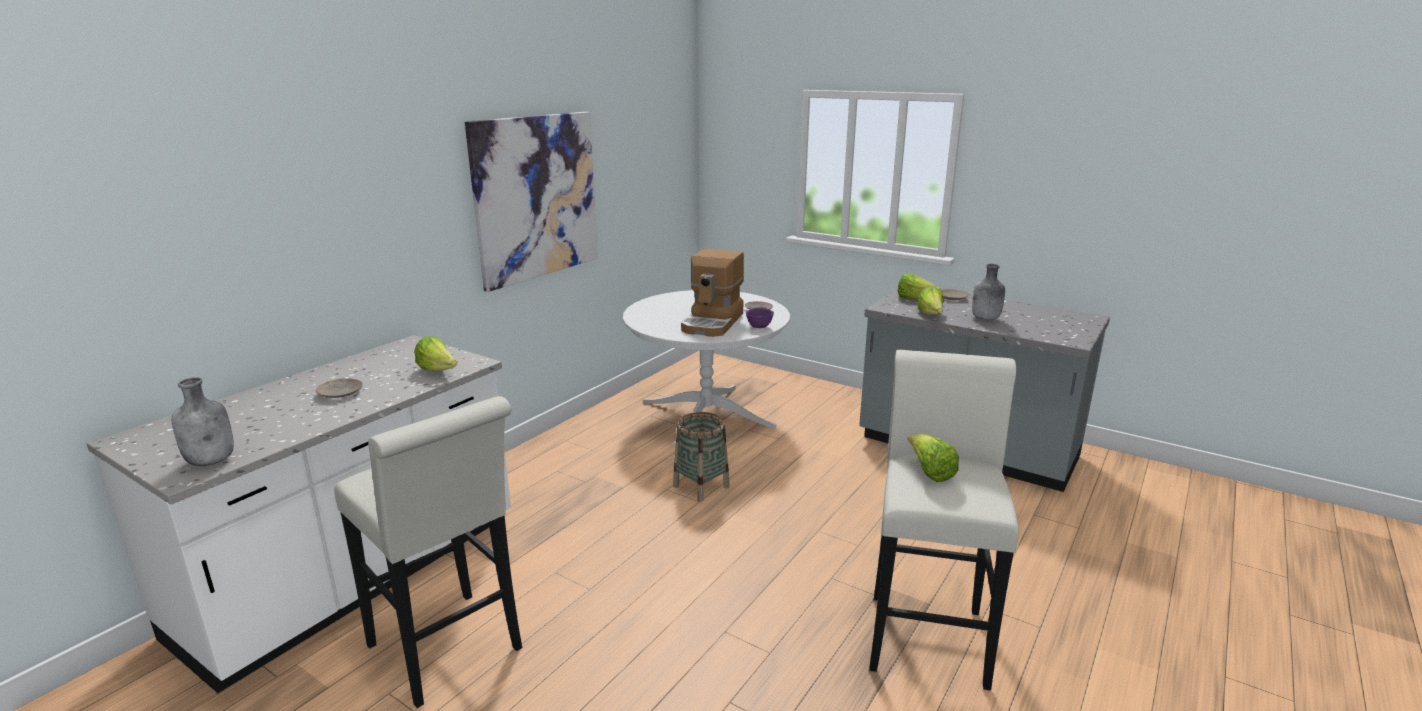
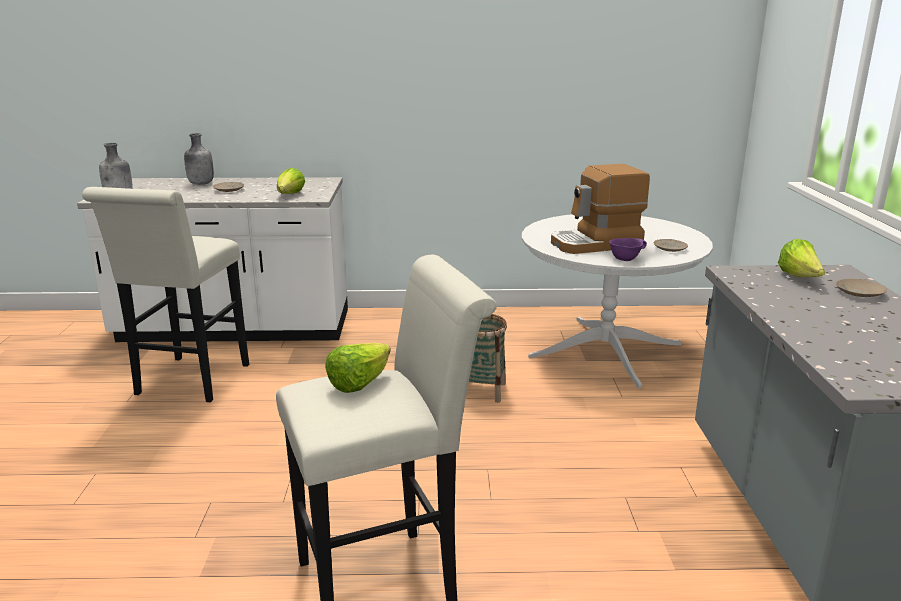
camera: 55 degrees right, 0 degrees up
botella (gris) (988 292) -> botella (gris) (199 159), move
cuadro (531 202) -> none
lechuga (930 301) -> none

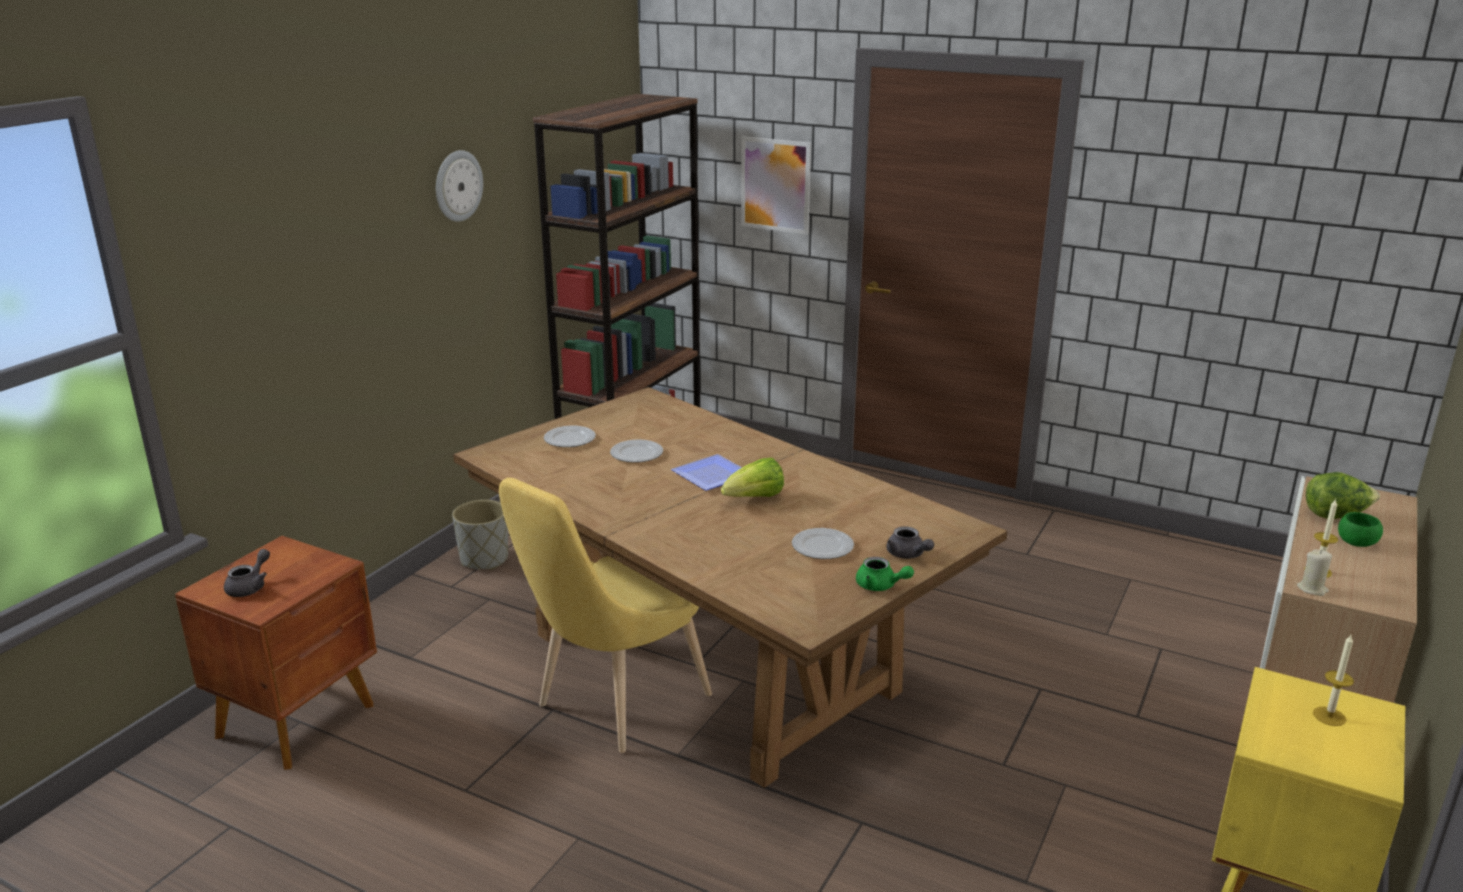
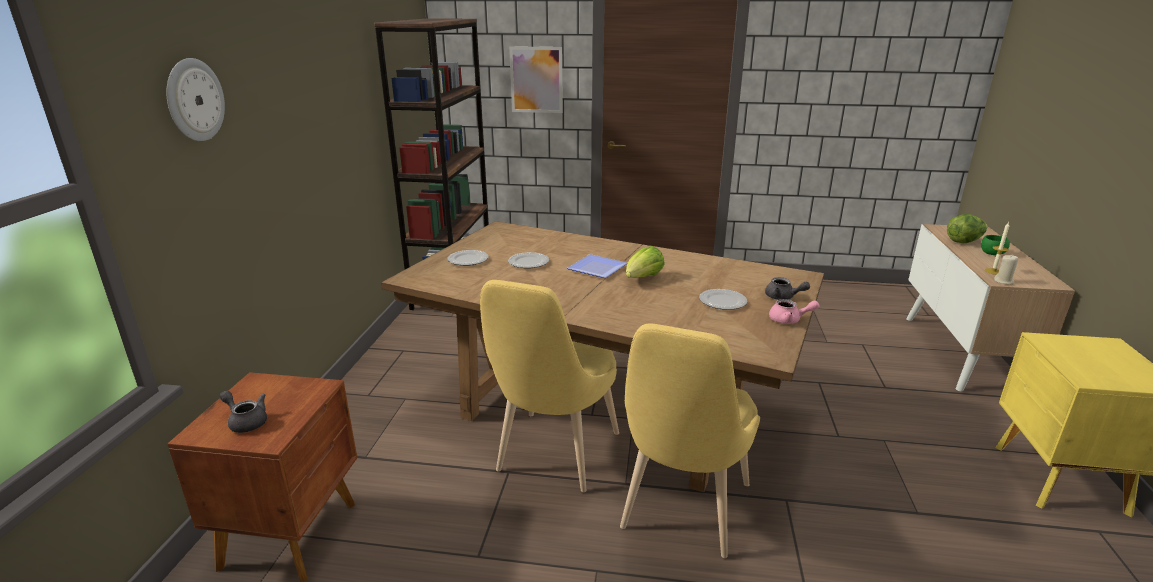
camera: 20 degrees left, 0 degrees up
reloj de pared (459 186) -> reloj de pared (195 99), move
tetera (gris) (247 573) -> tetera (gris) (243 412), 60 degrees counterclockwise
none -> silla (amarillo) (690 440)
tetera (verde) (885 574) -> tetera (rosa) (794 311)
maceta (gris) (480 535) -> none
vela (1333 680) -> none

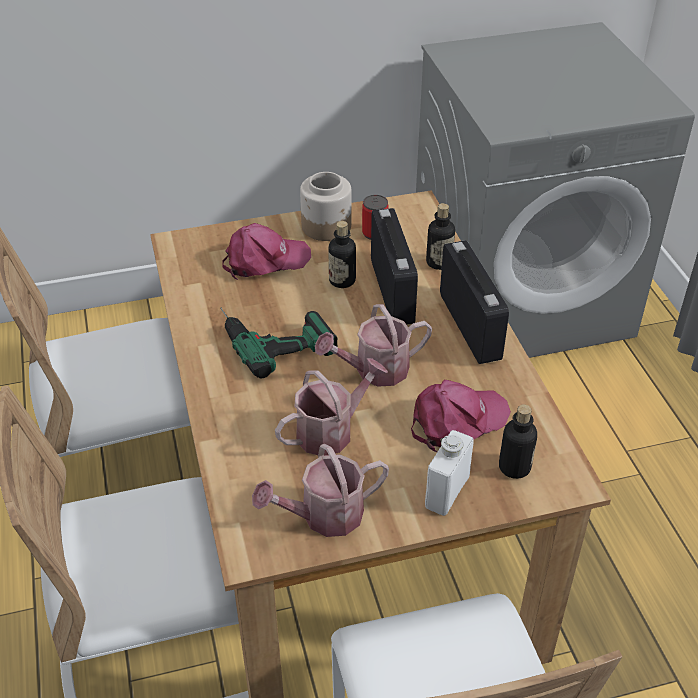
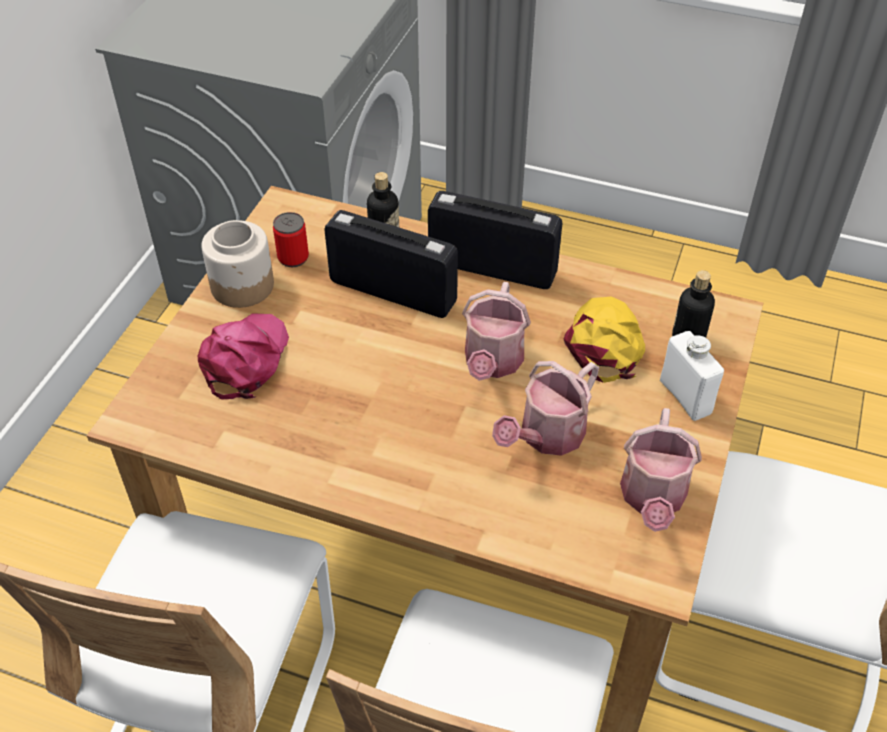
camera: 55 degrees left, 5 degrees up
regadera (331 406) -> regadera (545 408), 135 degrees counterclockwise
gorra (rosa) (461 416) -> gorra (amarillo) (604 340)
taladro (278 343) -> none
botella (342 254) -> none

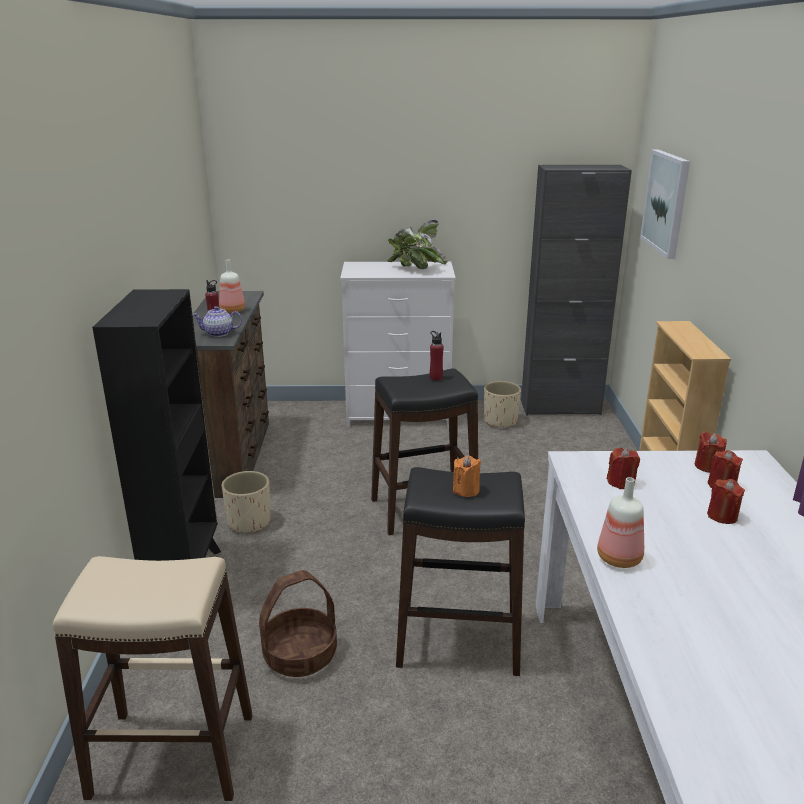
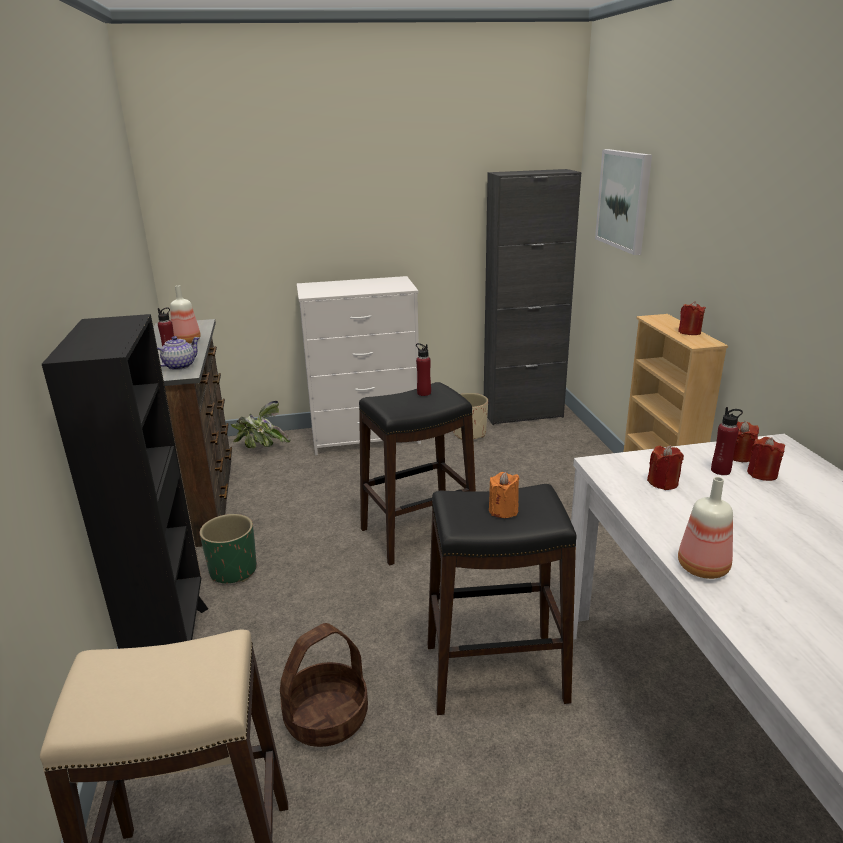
camera: 10 degrees left, 0 degrees up
tetera (217 321) -> tetera (178 353), 150 degrees clockwise
maceta (beis) (246 502) -> maceta (verde) (228 548)
planta en maceta (417 244) -> planta en maceta (261 424), move
vela (rojo) (726 501) -> vela (rojo) (692 318), move
none -> botella (rojo) (727 441)

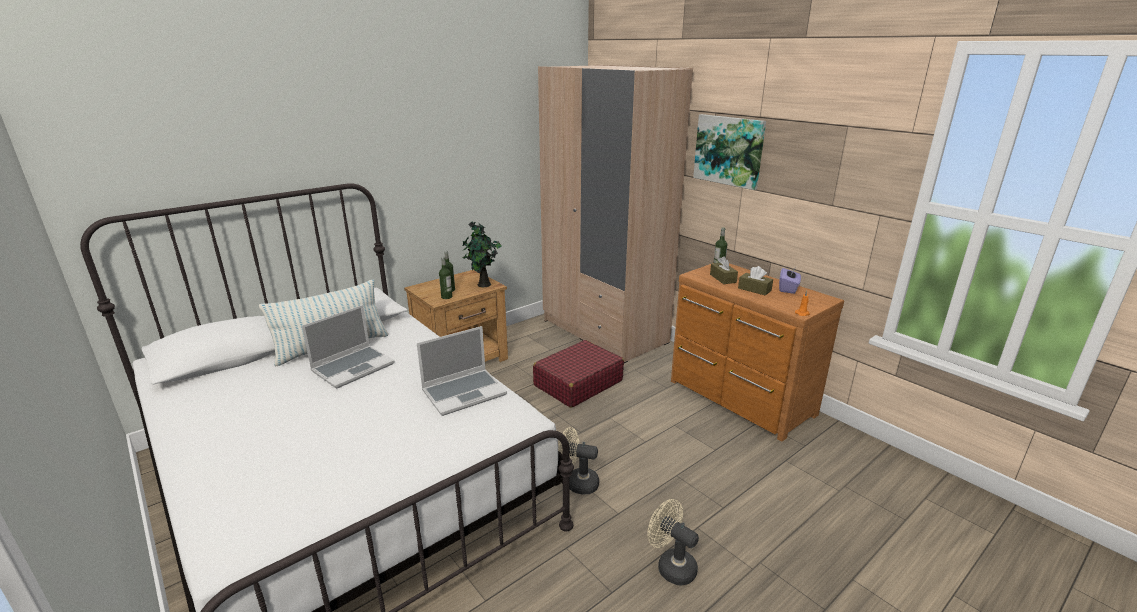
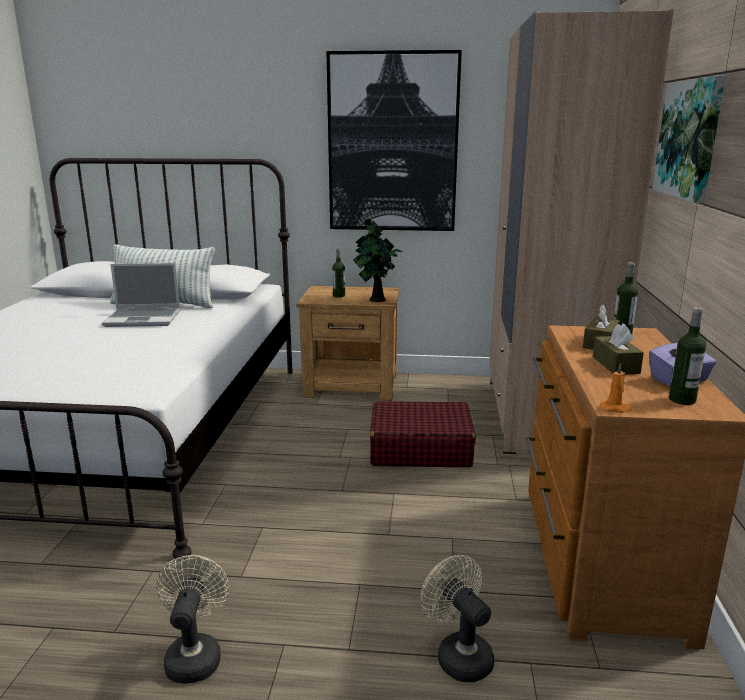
camera: 45 degrees right, 5 degrees down
none -> cuadro (394 140)
ventilador (beis) (578 461) -> ventilador (beis) (457 618), move
botella (445 278) -> botella (687 356), move
portátil (462 371) -> none

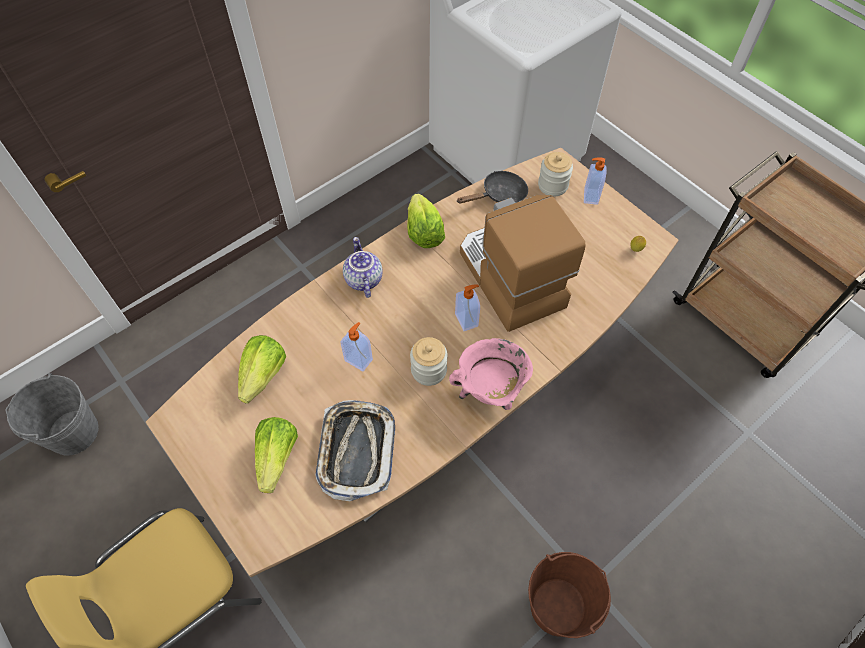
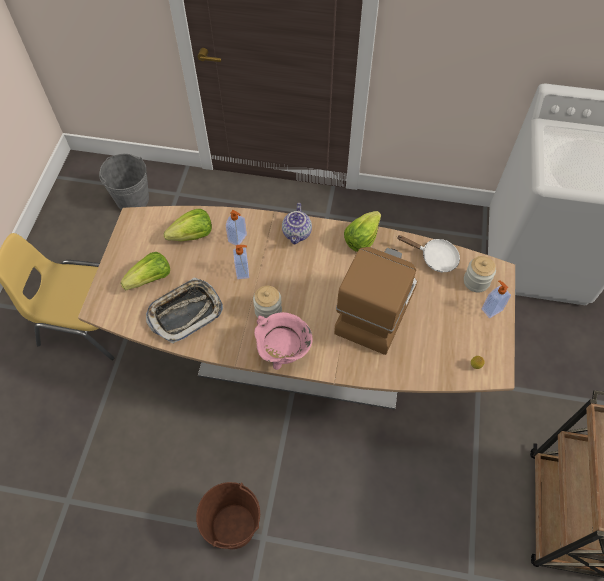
camera: 50 degrees right, 0 degrees up
dispensador de jabón (467 307) -> dispensador de jabón (236 227), move
tetera (363 267) -> tetera (297 223), 150 degrees clockwise
sartén (negro) (492 187) -> sartén (blanco) (428 253)

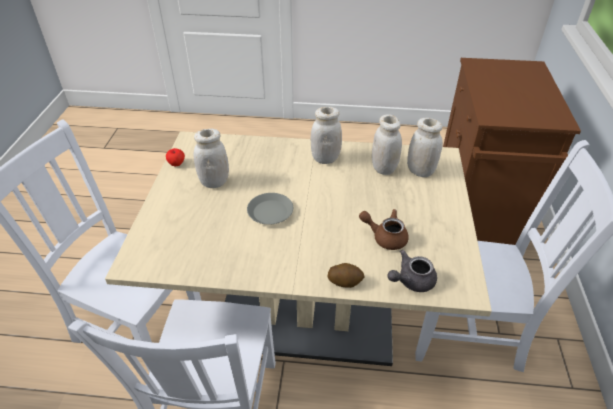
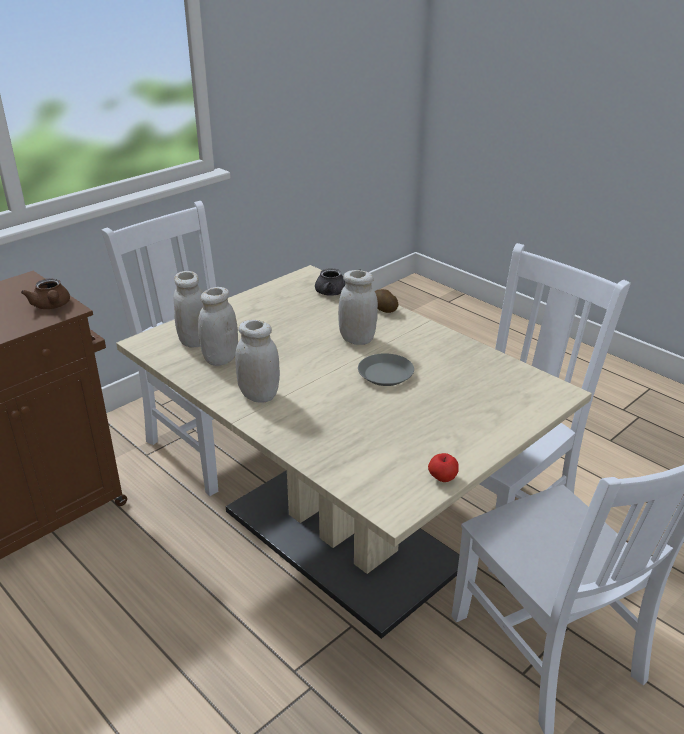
camera: 140 degrees left, 10 degrees down
tetera (marrón) (384 229) -> tetera (marrón) (45 294), move
tarro (blanco) (211 158) -> tarro (blanco) (358 307), move

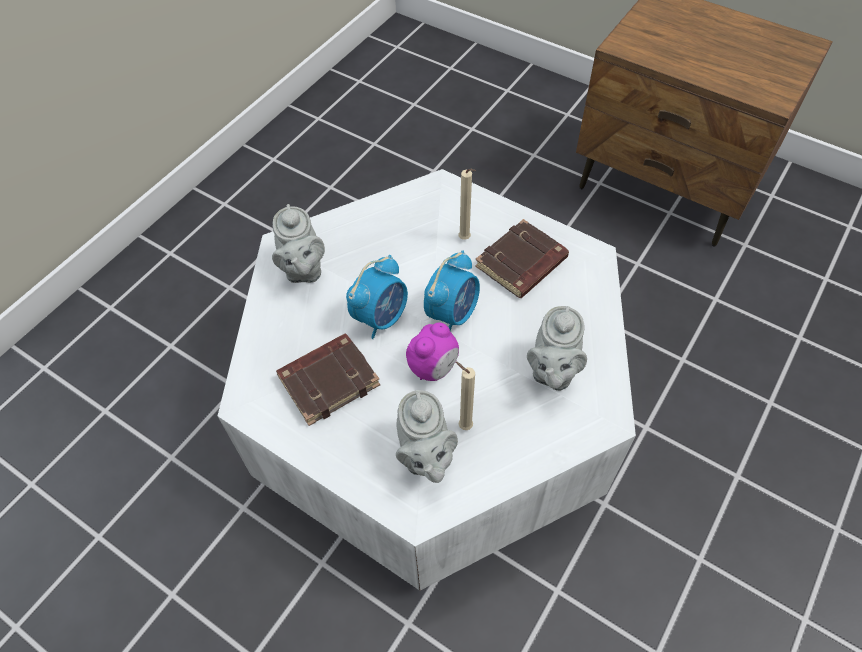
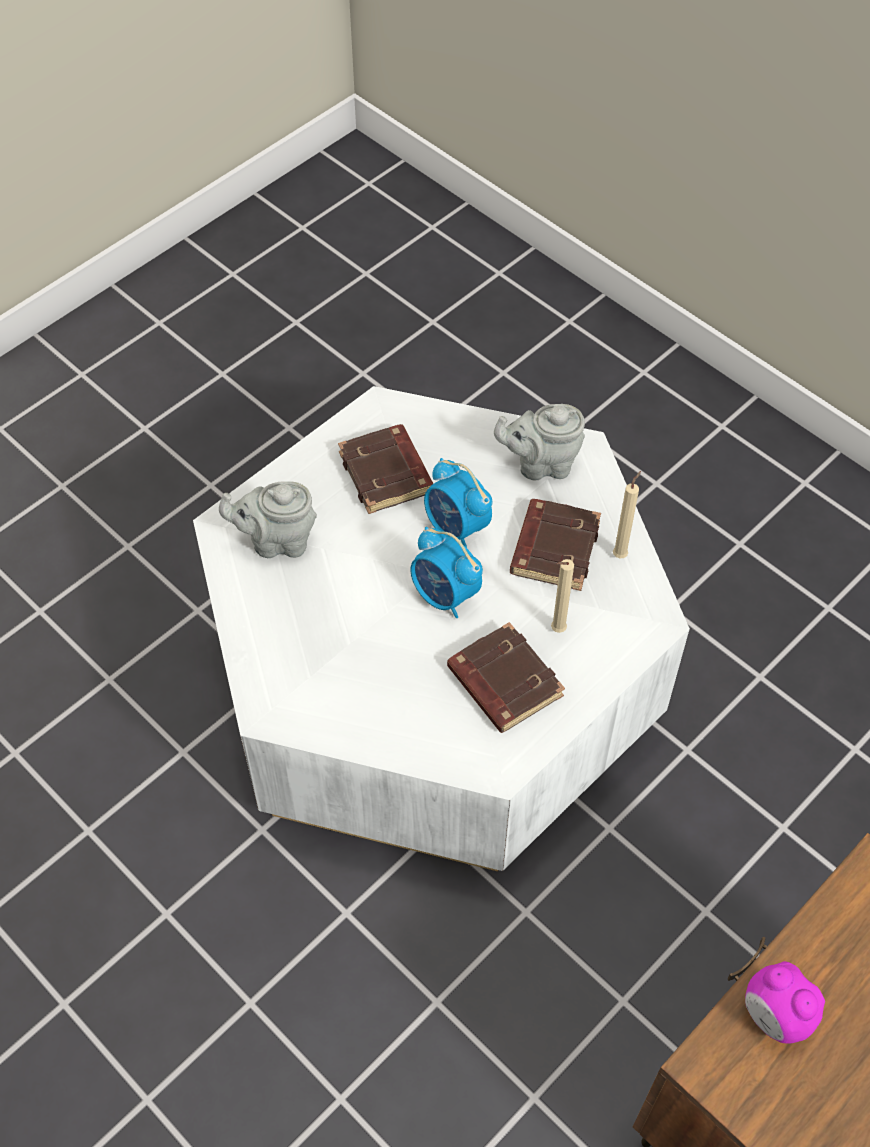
camera: 100 degrees right, 0 degrees up
none -> libro (marrón) (555 545)
vela (beis) (465 395) -> vela (beis) (627 514), move
despertador (432 351) -> despertador (785 1002), move
tetera (gris) (557 348) -> none

